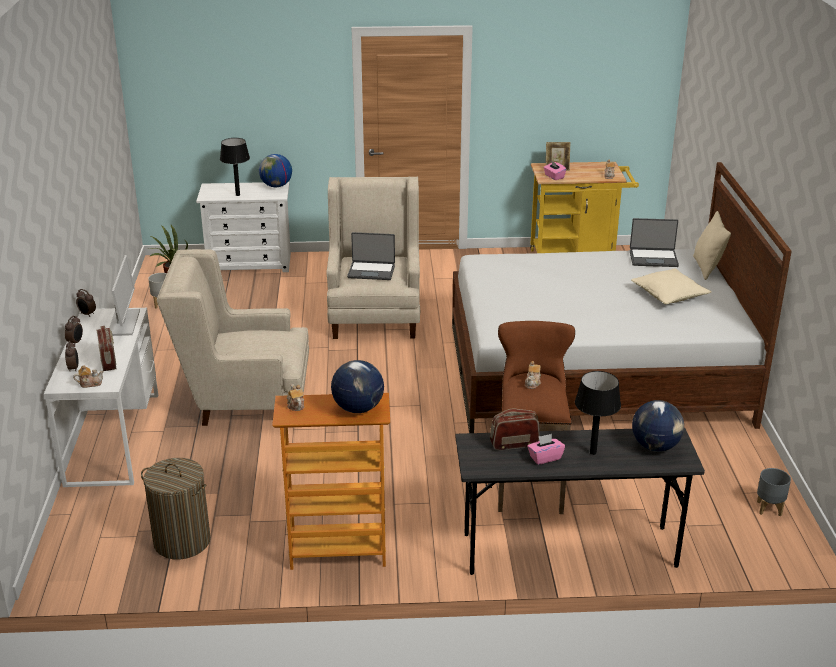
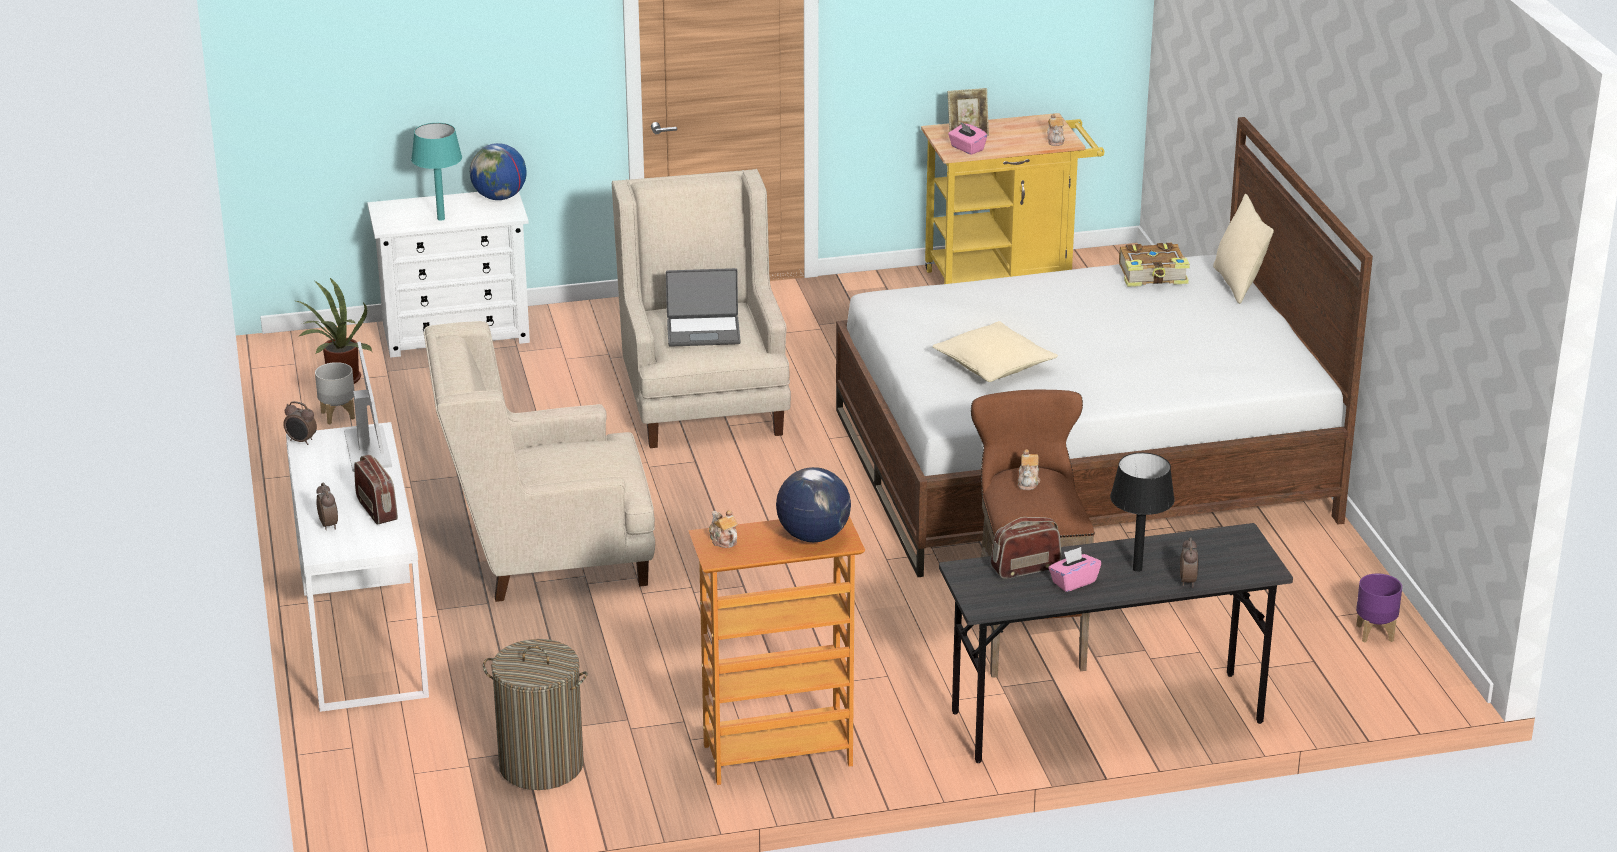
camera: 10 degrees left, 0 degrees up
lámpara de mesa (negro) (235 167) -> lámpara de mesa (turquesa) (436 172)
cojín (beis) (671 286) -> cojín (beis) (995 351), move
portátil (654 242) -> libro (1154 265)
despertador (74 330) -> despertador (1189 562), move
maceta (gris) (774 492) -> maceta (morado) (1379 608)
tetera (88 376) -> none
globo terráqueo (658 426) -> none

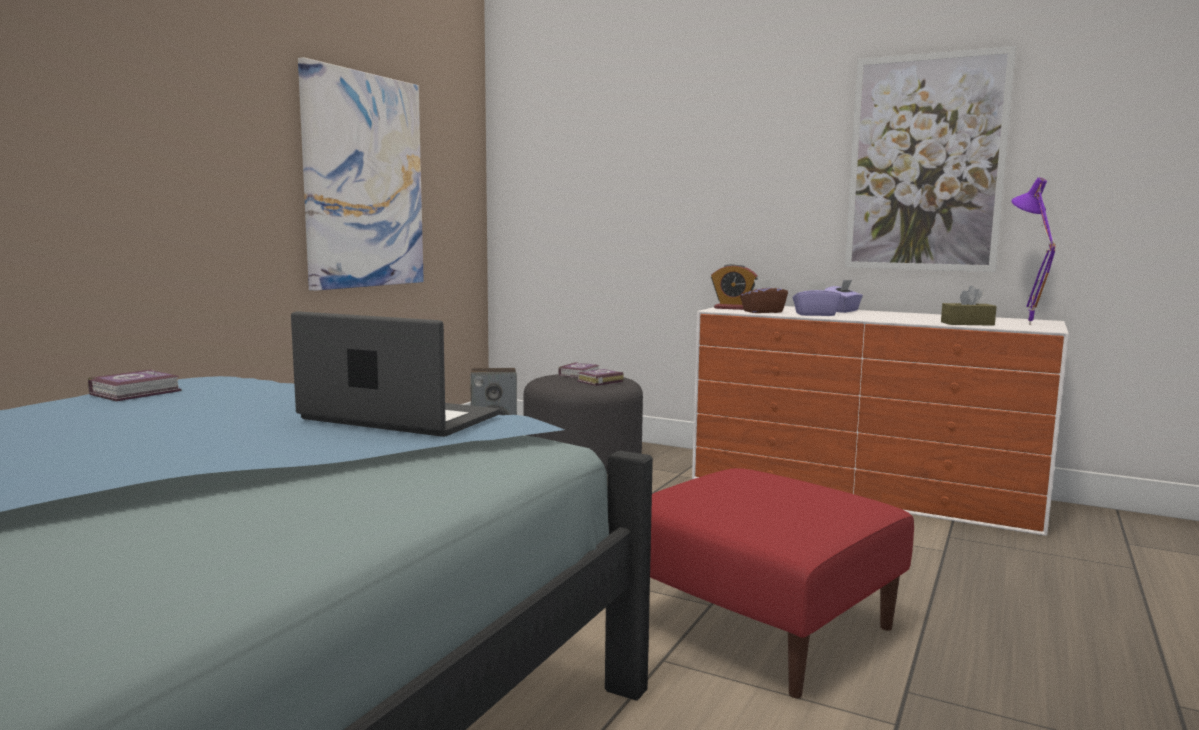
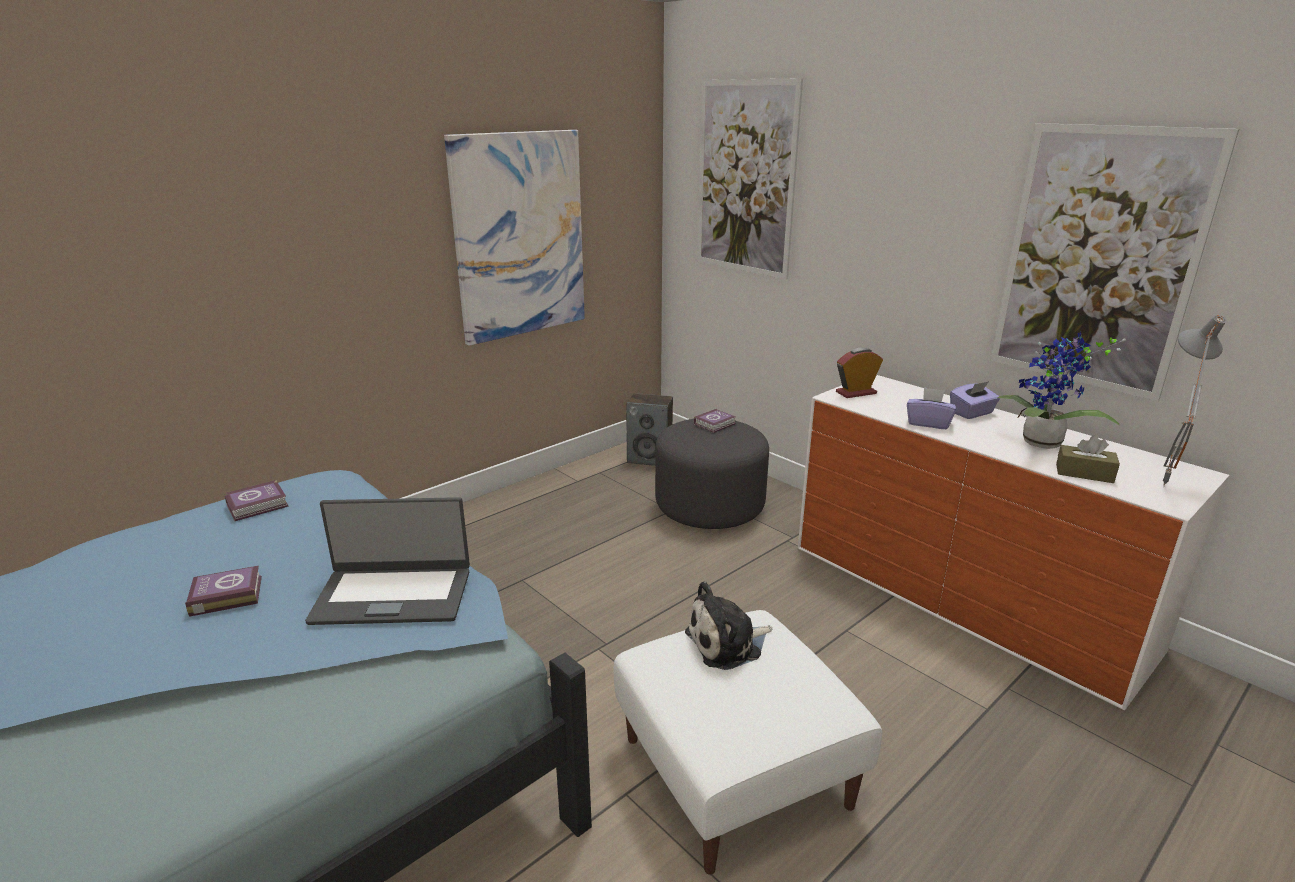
camera: 20 degrees right, 15 degrees up
libro (600 377) -> libro (223 591), move
portátil (395 374) -> portátil (387 561), 135 degrees clockwise
puf (rojo) (782 583) -> puf (blanco) (748 742)
none -> peluche (728 625)
none -> cuadro (750 179)
despertador (734 286) -> despertador (859 373), 120 degrees clockwise
none -> planta en maceta (1061 390)
lámpara de mesa (morado) (1033 251) -> lámpara de mesa (gris) (1194 400)
caja de pañuelos (marrón) (764 296) -> none

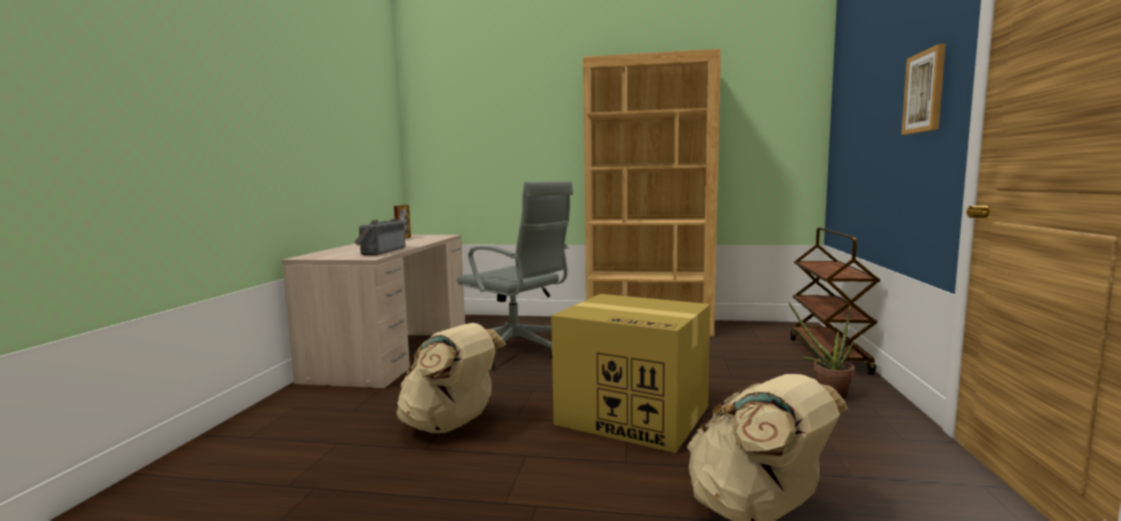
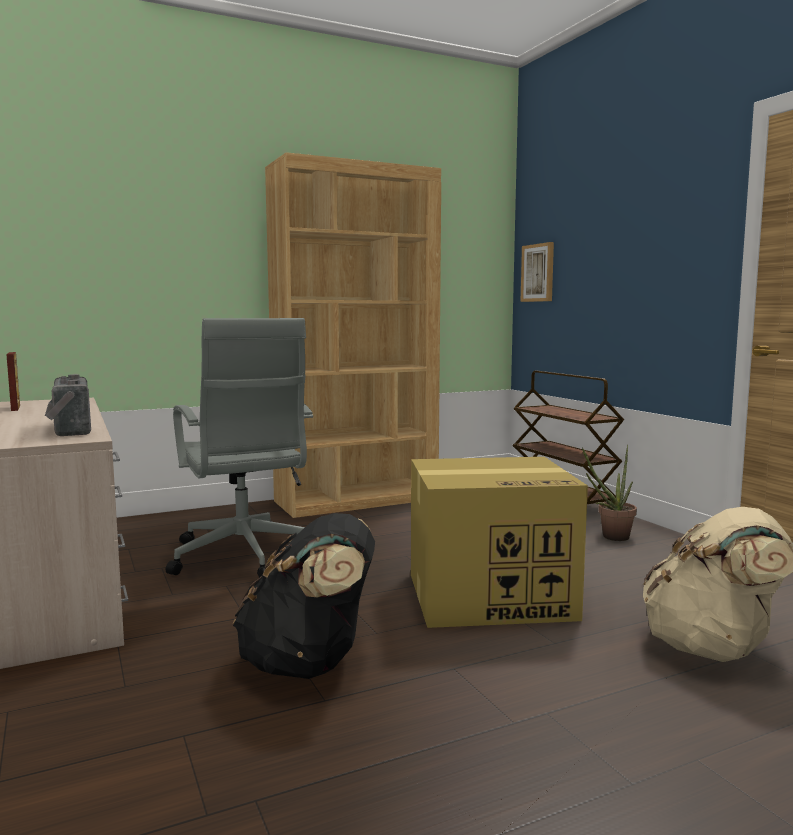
camera: 35 degrees left, 0 degrees up
silla de oficina (gris) (515 275) -> silla de oficina (gris) (239 448), 60 degrees clockwise
mochila (beis) (451 378) -> mochila (negro) (304 596)
cuadro (923 89) -> cuadro (537 272), move

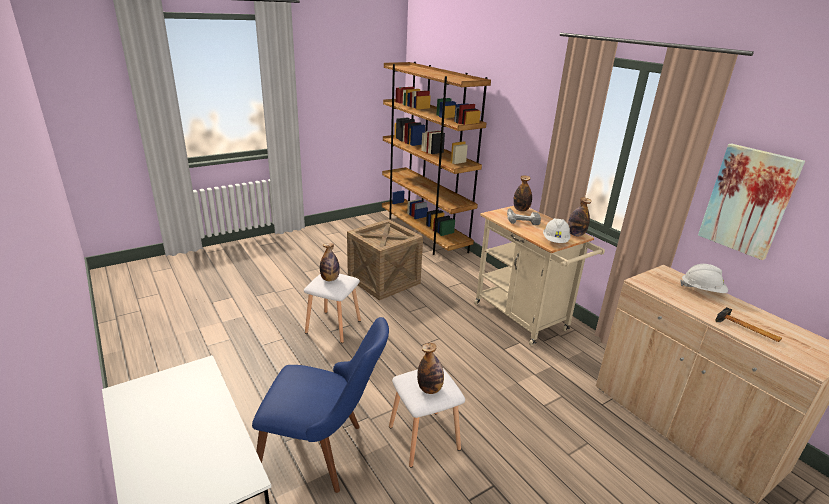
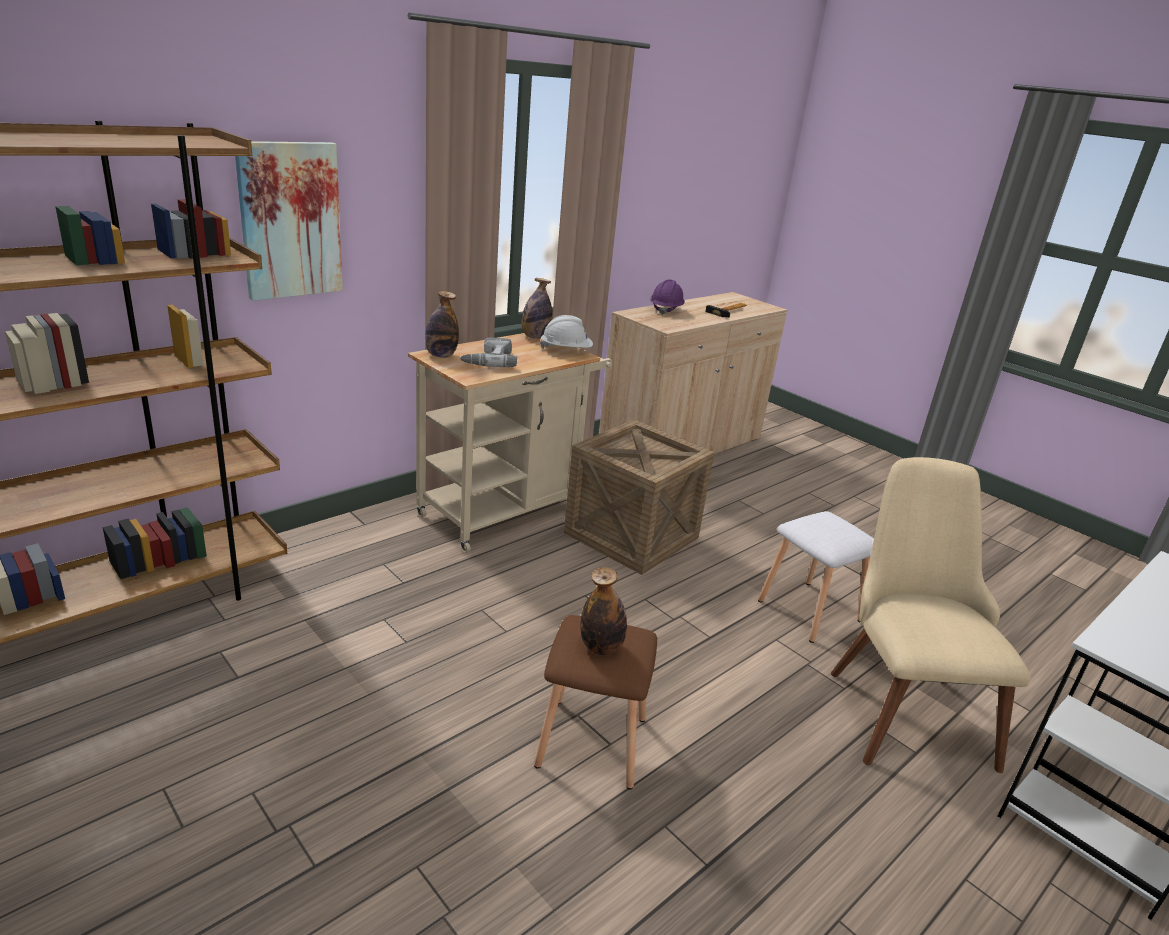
camera: 100 degrees left, 0 degrees up
cuadro (751 201) -> cuadro (289 221), move
taburete (blanco) (332 308) -> taburete (marrón) (595 702)
caja de embalaje (385 259) -> caja de embalaje (639 497), move
casco (blanco) (704 278) -> casco (morado) (667 297)
silla (azul) (320 405) -> silla (beis) (931 615)
botella (430 368) -> none

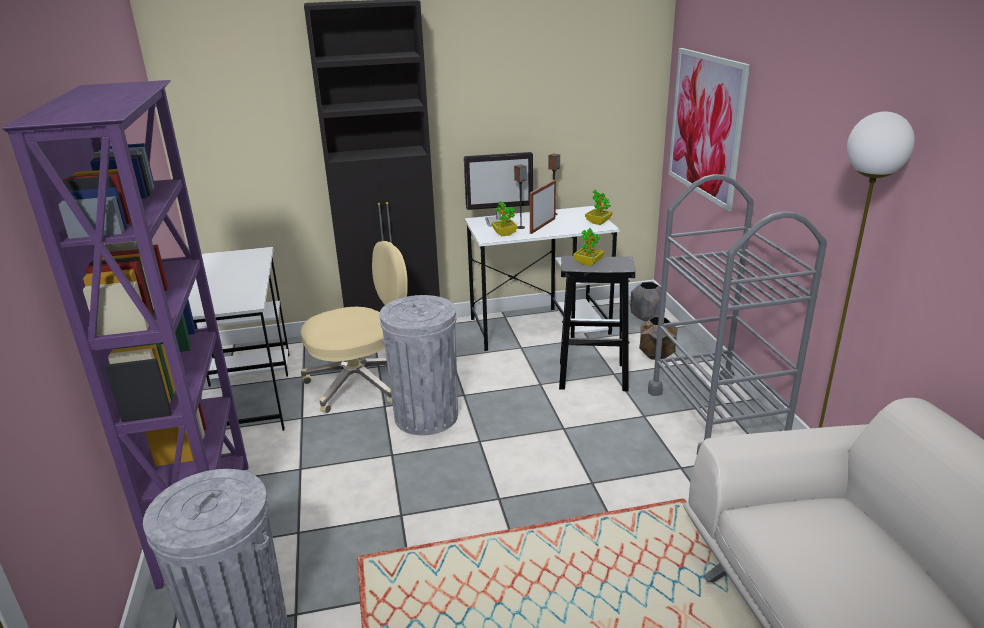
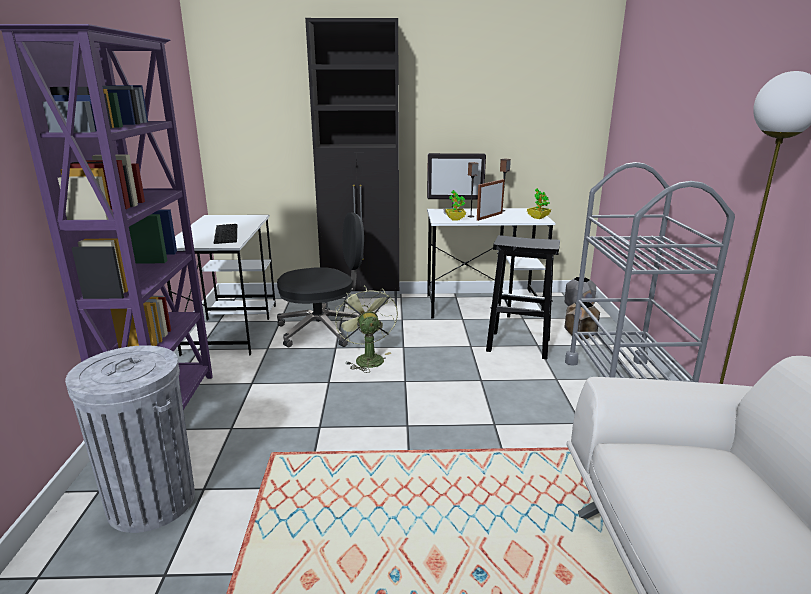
camera: 10 degrees right, 5 degrees down
none -> teclado (225 234)
silla de oficina (beis) (354 327) -> silla de oficina (negro) (320 280)
papelera (gris) (418 365) -> ventilador (verde) (366 329)
planta en maceta (588 247) -> none
cuadro (709 129) -> none

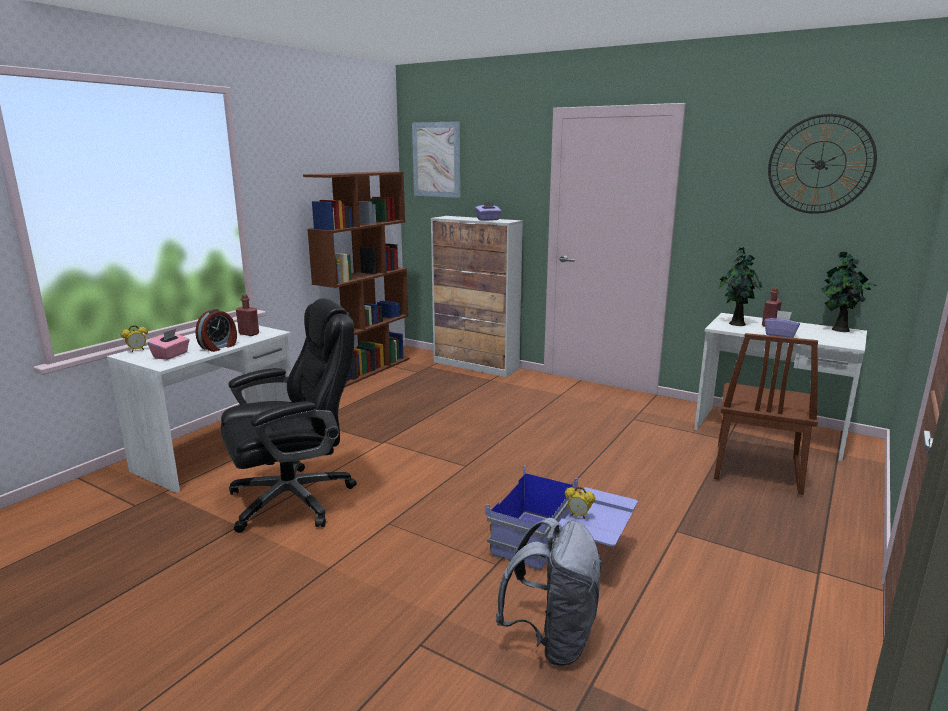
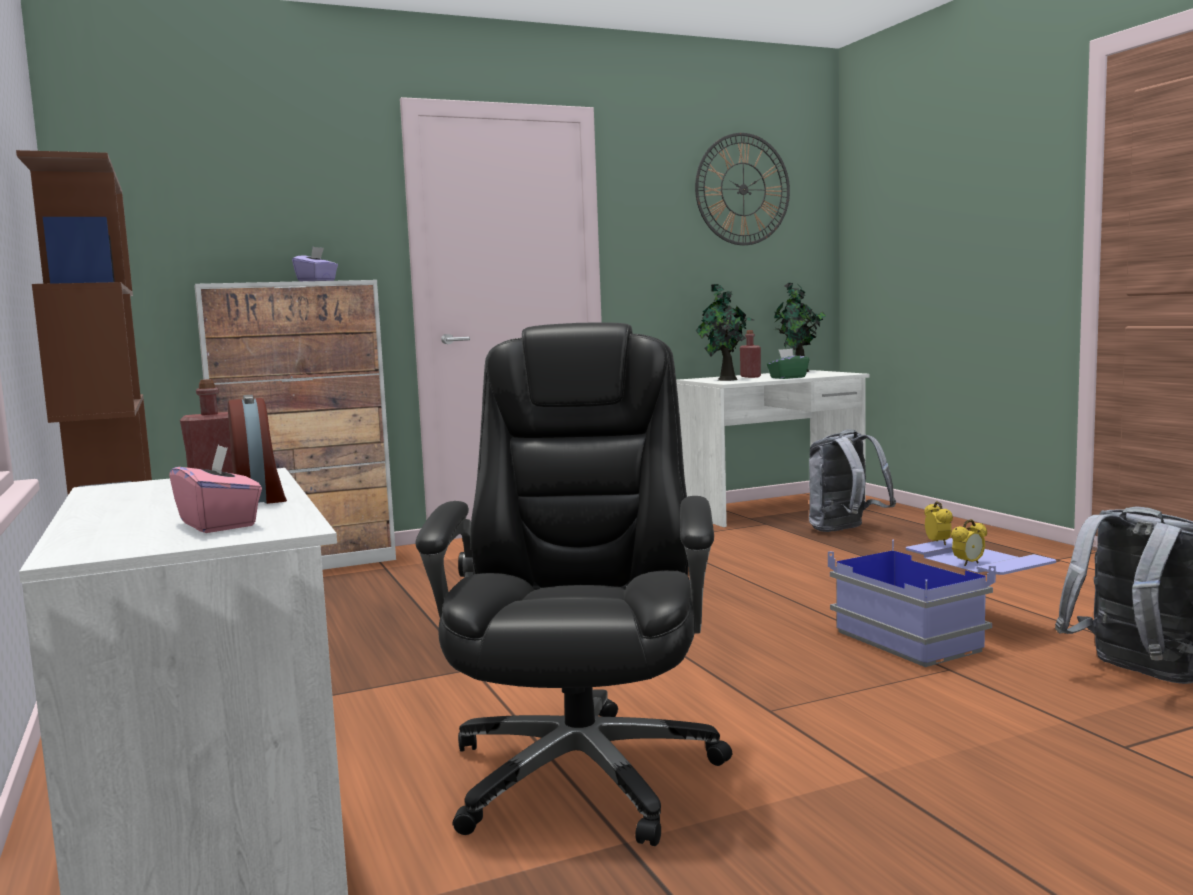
camera: 55 degrees left, 10 degrees down
caja de pañuelos (morado) (782 324) -> caja de pañuelos (verde) (788 363)
silla (marrón) (766 414) -> mochila (gris) (852 480)
despertador (134 338) -> despertador (938 523), move
cuadro (436 159) -> none

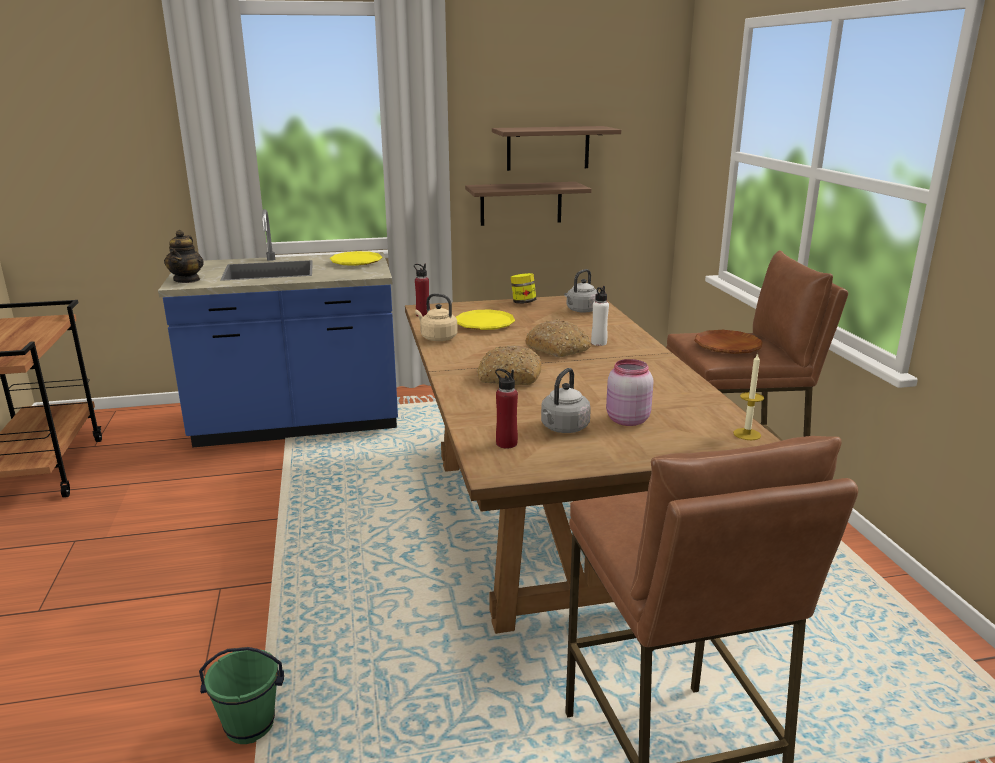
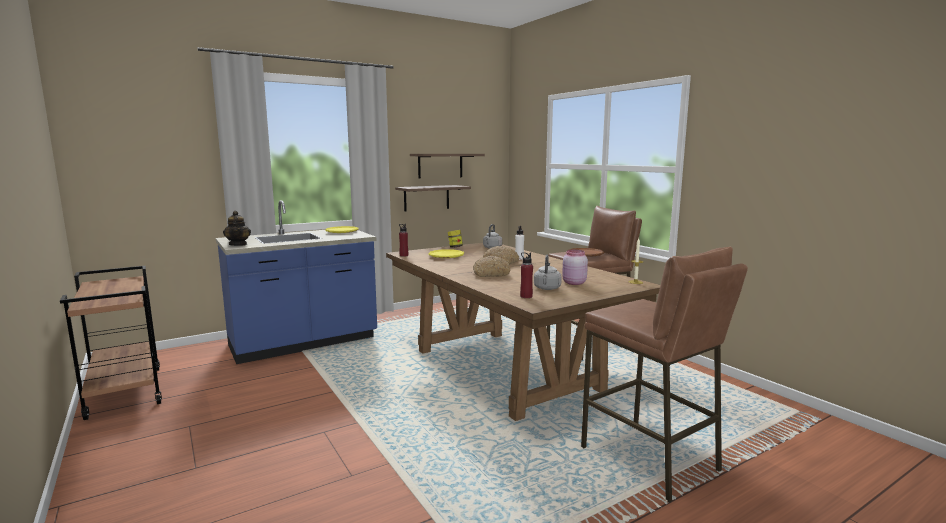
camera: 20 degrees left, 10 degrees down
cubo (verde) (241 695) -> none
hervidor (beis) (436 317) -> none

